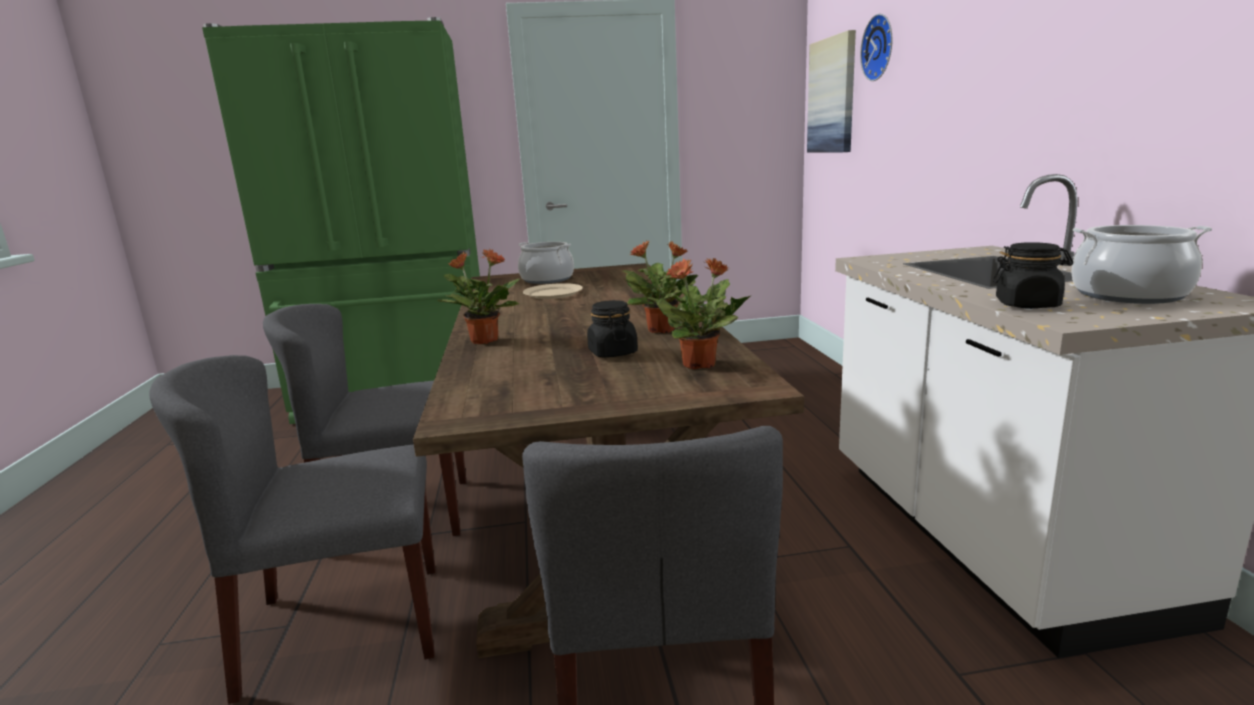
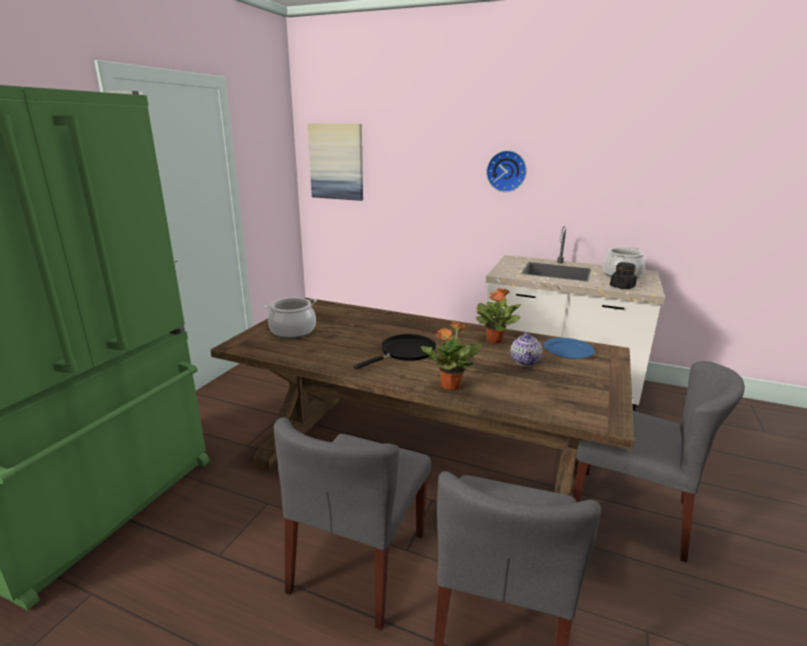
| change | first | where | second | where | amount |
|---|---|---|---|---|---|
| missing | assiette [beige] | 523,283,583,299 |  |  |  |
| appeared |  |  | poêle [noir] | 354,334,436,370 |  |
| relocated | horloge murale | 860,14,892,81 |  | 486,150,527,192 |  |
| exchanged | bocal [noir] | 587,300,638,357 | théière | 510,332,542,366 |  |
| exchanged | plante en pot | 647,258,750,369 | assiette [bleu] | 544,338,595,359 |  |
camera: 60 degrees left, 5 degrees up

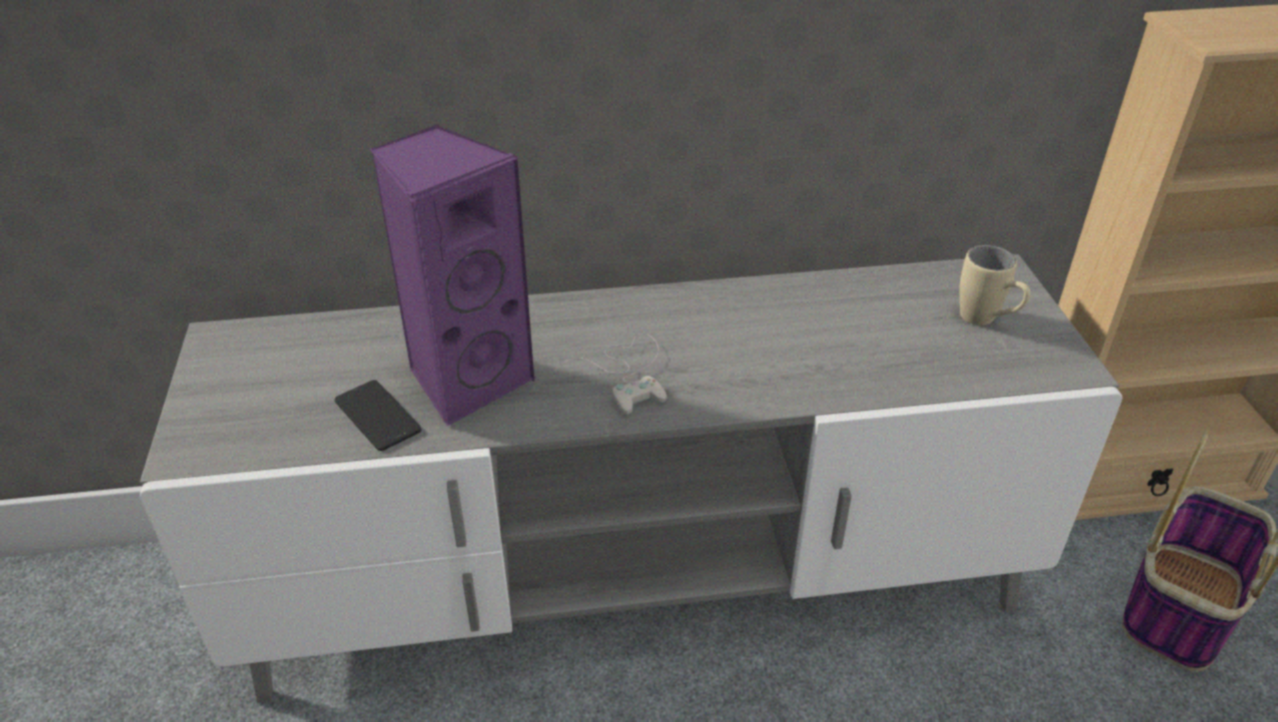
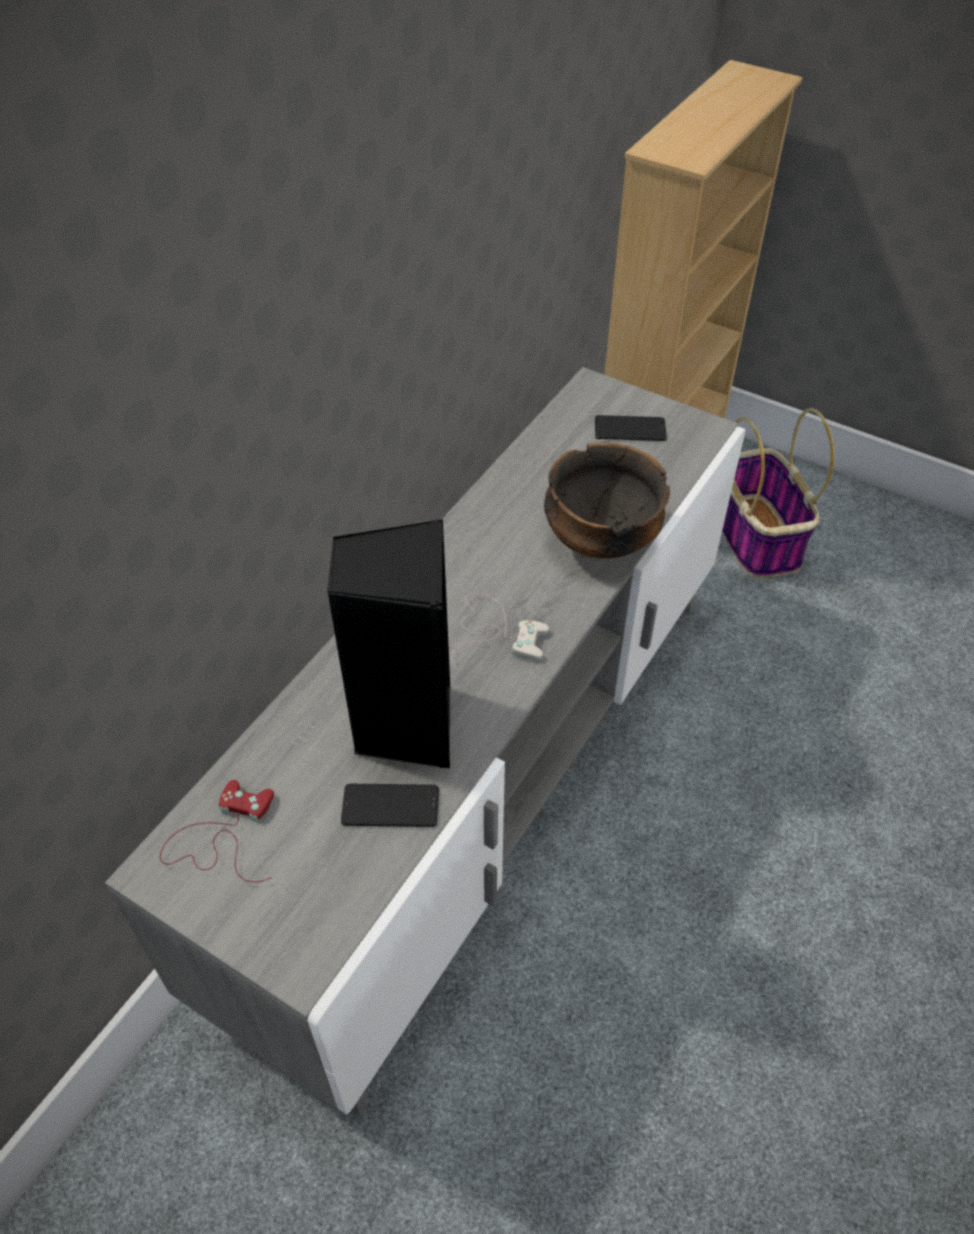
| change | first | where | second | where | amount |
|---|---|---|---|---|---|
| appeared |  |  | manette [rouge] | 160,780,274,882 |  |
| appeared |  |  | bol | 544,443,670,559 |  |
| exchanged | mug [beige] | 960,245,1031,325 | téléphone | 595,415,667,441 |  |
| colour | enceinte [violet] | 370,124,537,426 | enceinte [noir] | 327,520,450,769 |  |
camera: 50 degrees left, 10 degrees up

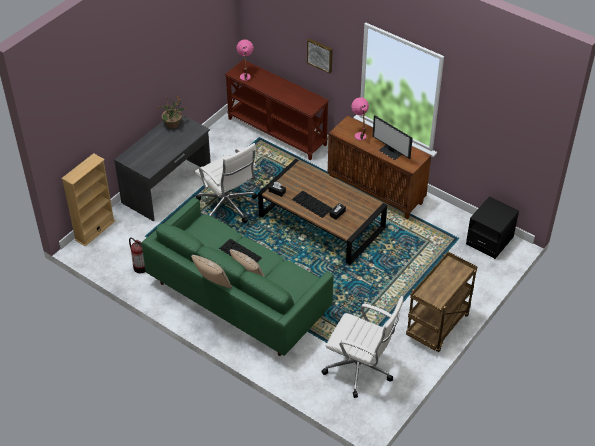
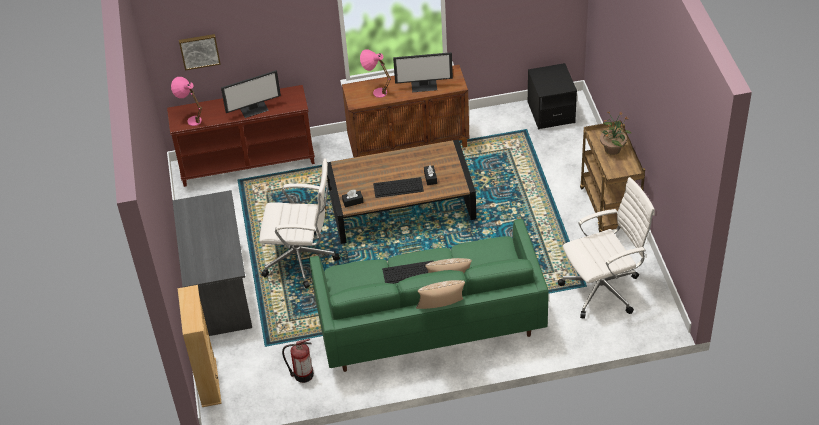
| change | first | where | second | where | amount |
|---|---|---|---|---|---|
| appeared |  |  | écran d'ordinateur | 221,70,281,118 |  |
| relocated | plante en pot | 157,96,187,129 |  | 600,111,631,155 |  |
| relocated | tableau | 307,39,333,73 |  | 179,34,221,70 |  |
camera: 45 degrees left, 0 degrees up

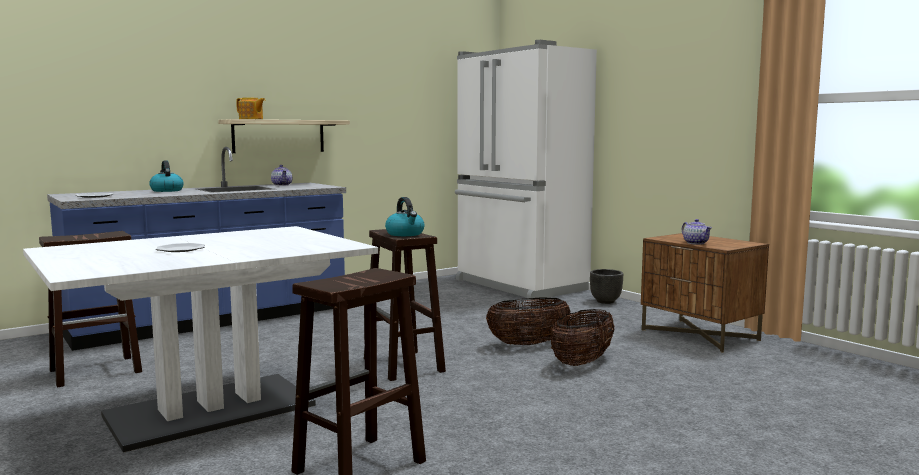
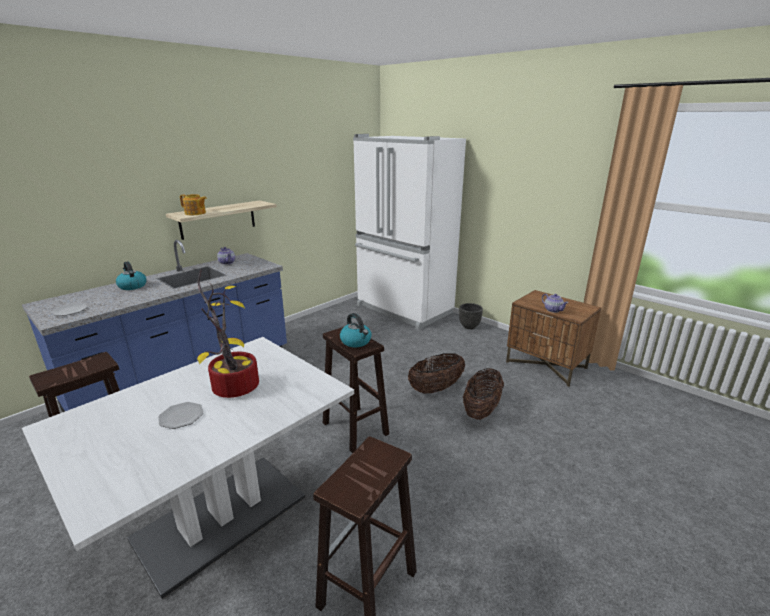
| change | first | where | second | where | amount |
|---|---|---|---|---|---|
| appeared |  |  | plante en pot | 197,269,259,398 |  |
camera: 10 degrees left, 15 degrees up

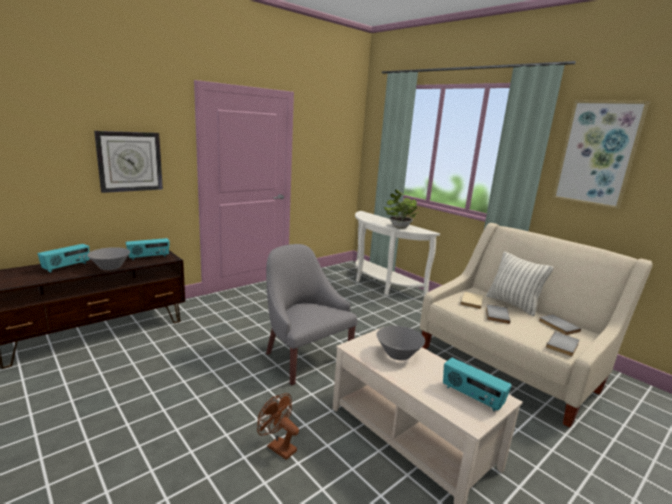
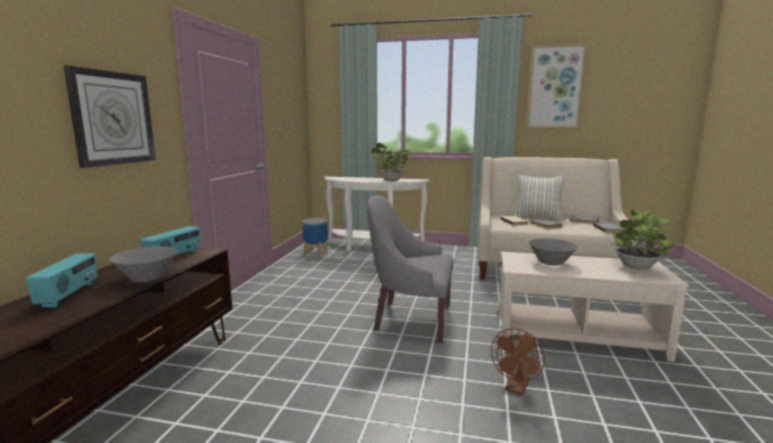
| change | first | where | second | where | amount |
|---|---|---|---|---|---|
| appeared |  |  | cache-pot | 303,218,328,257 |  |
| exchanged | radio | 443,358,512,412 | plante en pot | 611,210,676,270 |  |
| spun | ventilateur [marron] | 257,393,299,460 |  | 491,328,545,395 | 60 degrees counterclockwise |
camera: 35 degrees left, 5 degrees down

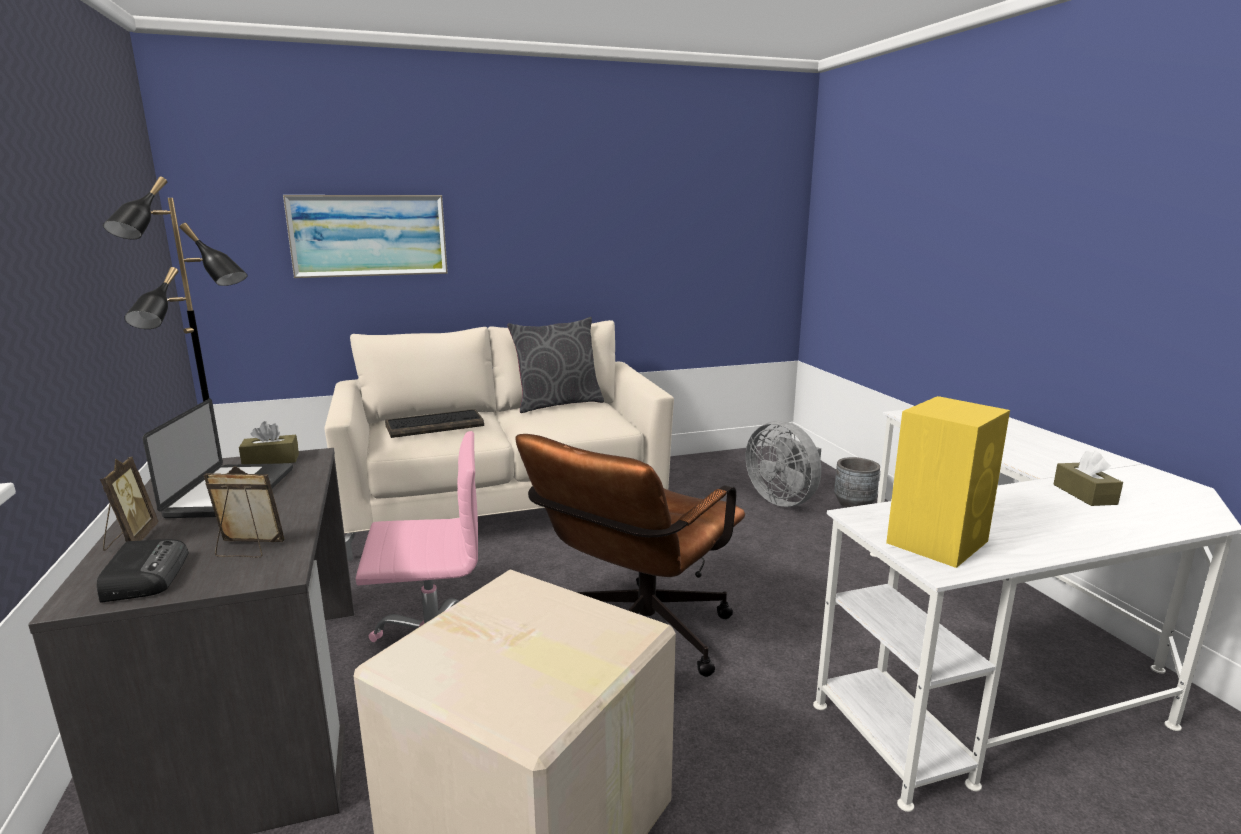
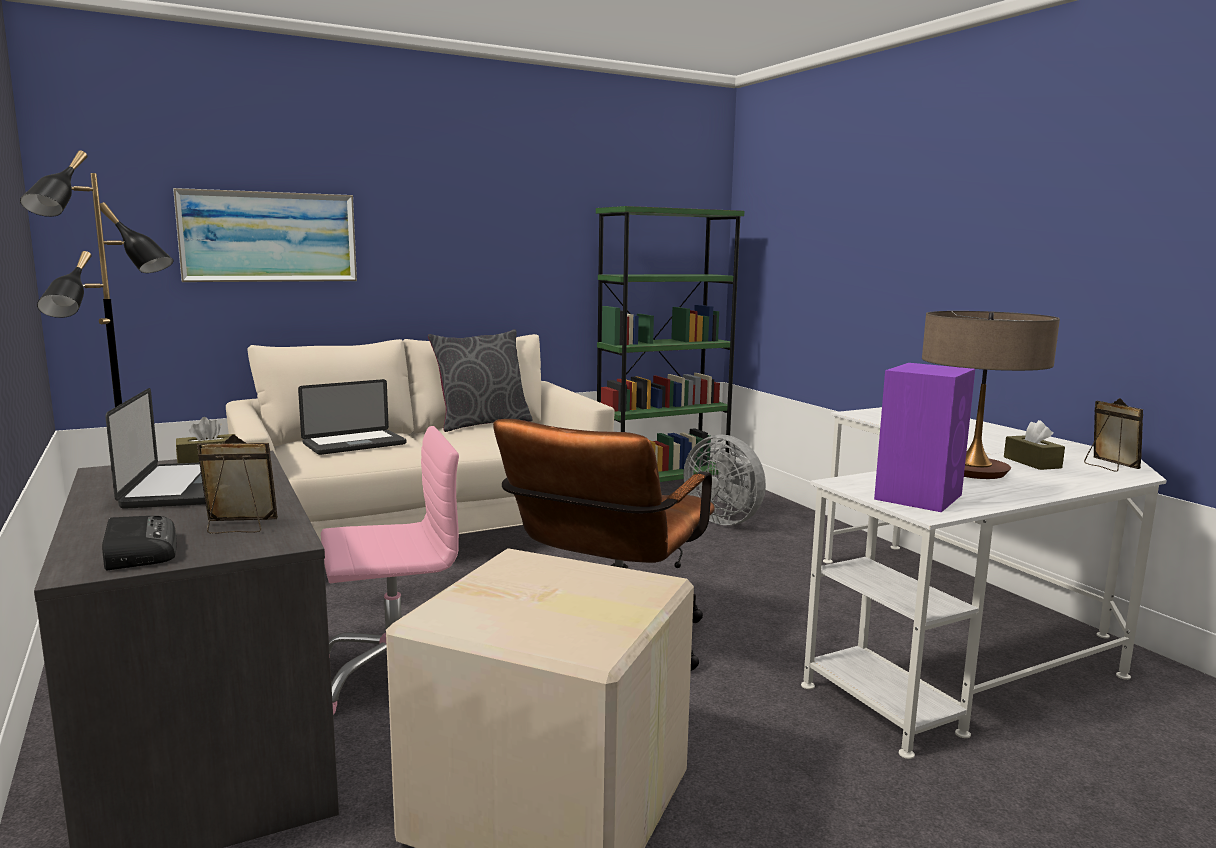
| change | first | where | second | where | amount |
|---|---|---|---|---|---|
| missing | cache-pot [gris] | 834,457,880,508 |  |  |  |
| appeared |  |  | bibliothèque [vert] | 596,206,744,482 |  |
| appeared |  |  | lampe de table | 922,311,1060,479 |  |
| relocated | cadre photo | 100,457,159,551 |  | 1084,398,1143,472 |  |
| exchanged | clavier | 385,409,484,438 | ordinateur portable | 298,379,407,455 |  |
| colour | enceinte [jaune] | 886,396,1010,568 | enceinte [violet] | 874,363,975,512 |  |
camera: 10 degrees left, 5 degrees down

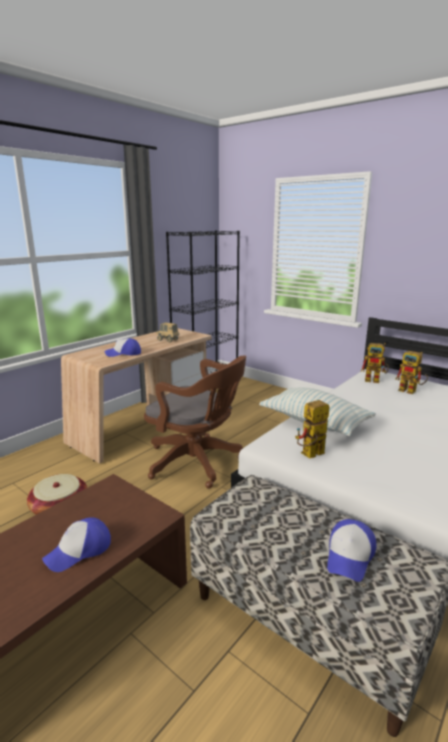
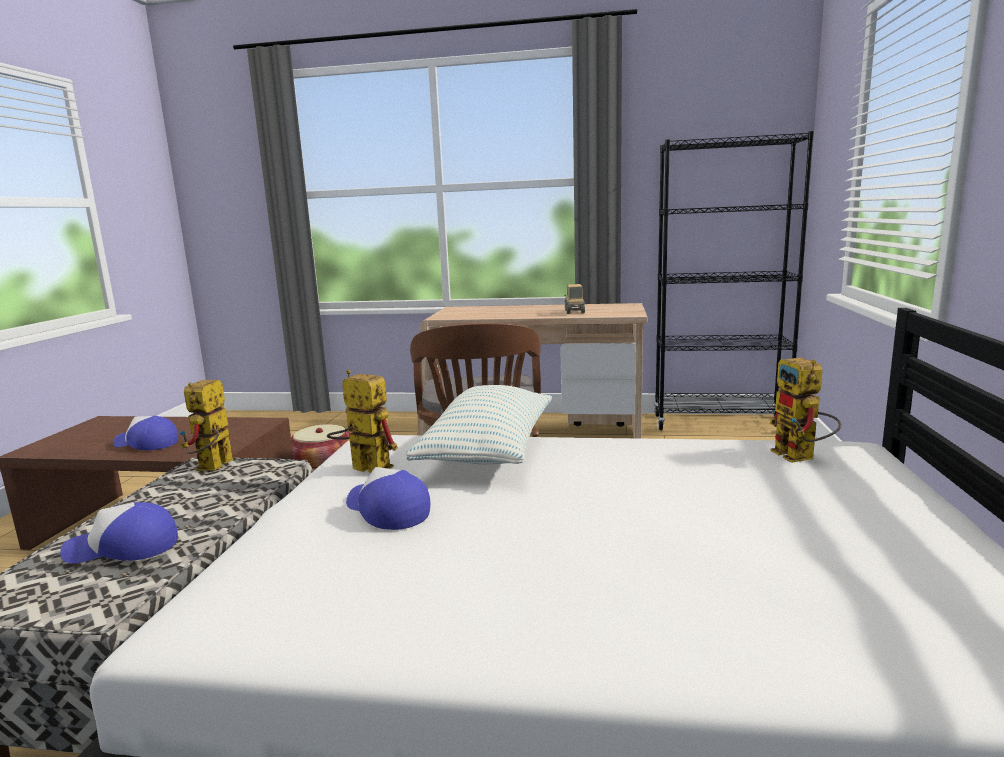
| change | first | where | second | where | amount |
|---|---|---|---|---|---|
| relocated | casquette | 104,338,141,357 |  | 346,467,430,530 |  |
| relocated | robot jouet | 395,351,428,394 |  | 180,380,233,471 |  |
camera: 60 degrees right, 5 degrees down

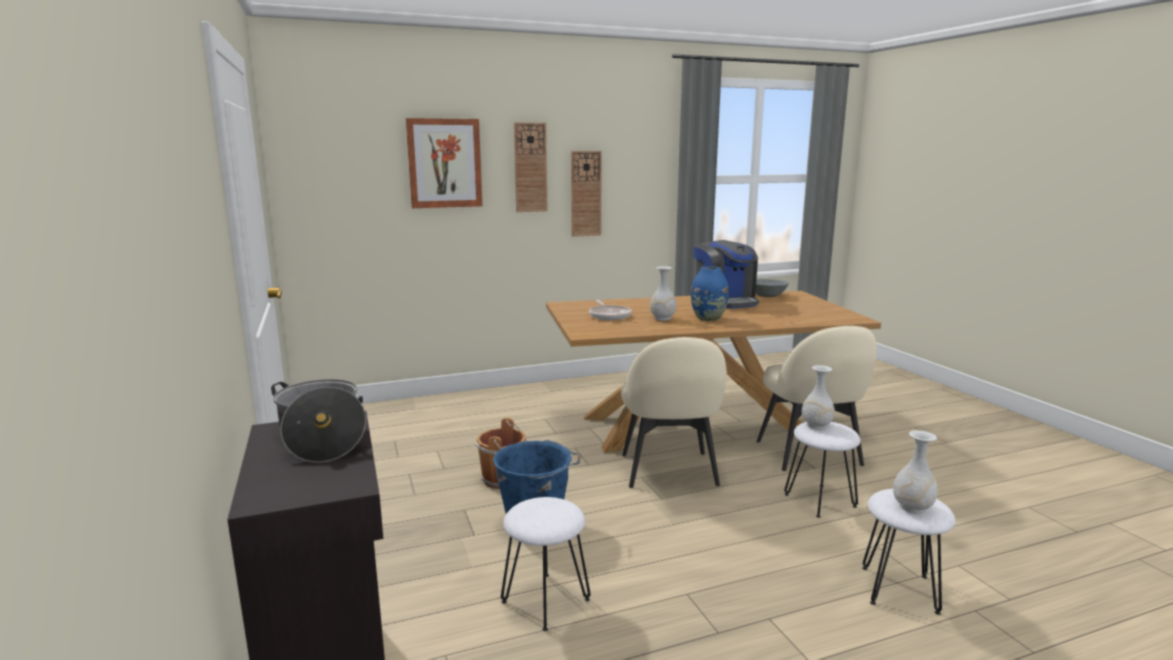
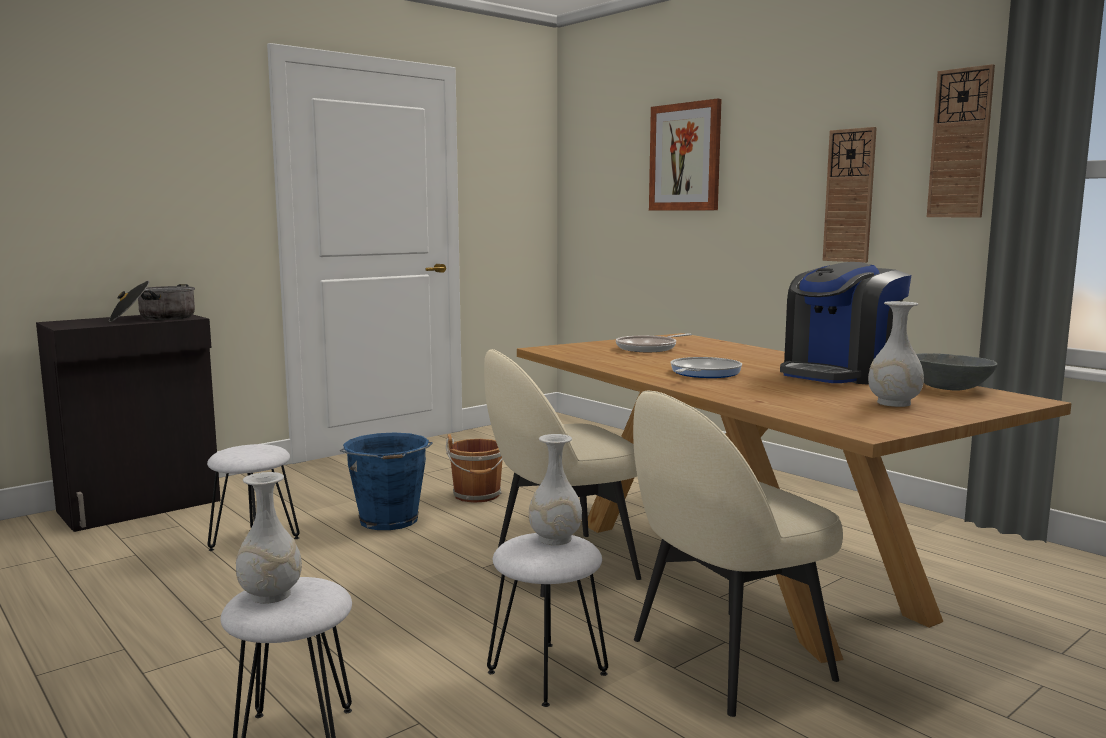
| change | first | where | second | where | amount |
|---|---|---|---|---|---|
| relocated | horloge murale | 514,122,548,212 |  | 927,64,995,217 |  |
| relocated | vase [blanc] | 650,266,676,321 |  | 868,301,924,407 |  |
| exchanged | vase [bleu] | 691,266,728,321 | poêle | 671,357,742,378 |  |
camera: 70 degrees right, 5 degrees down

